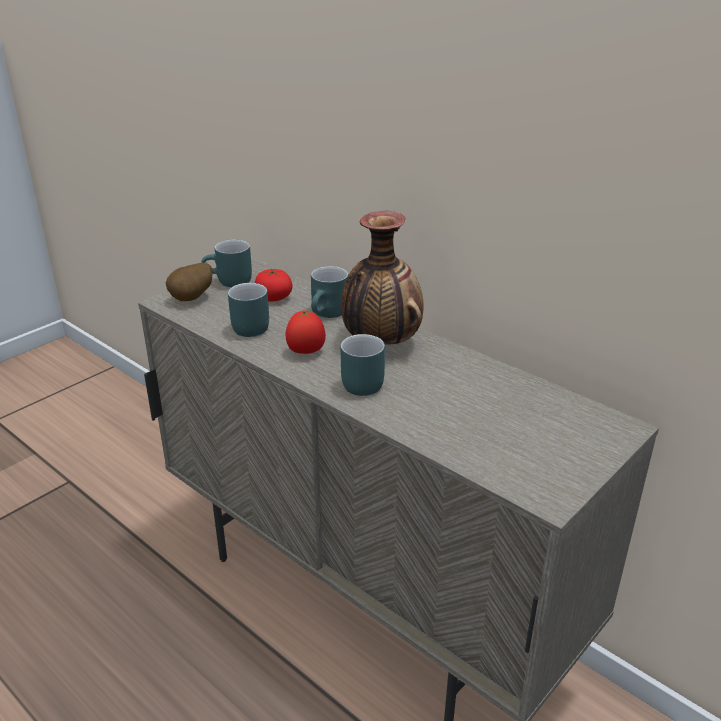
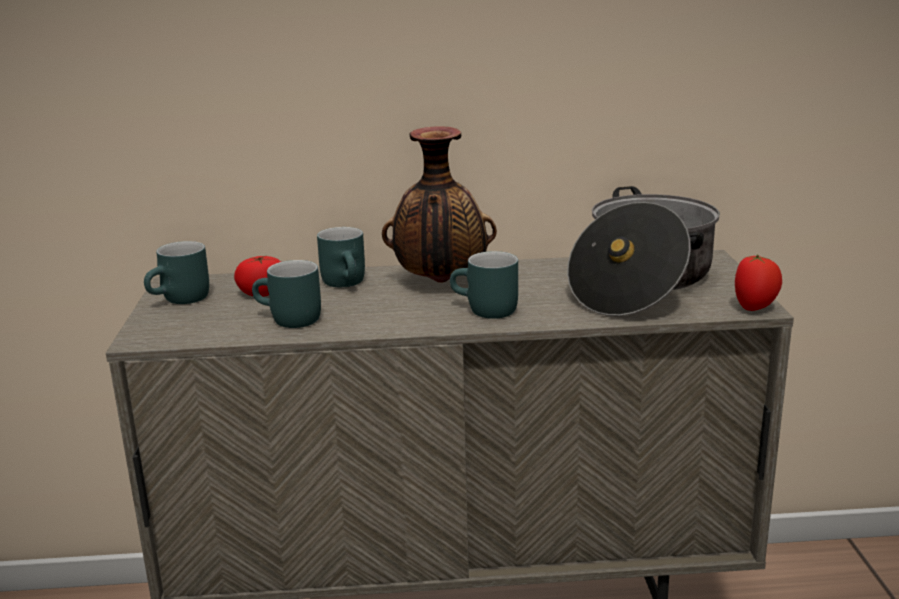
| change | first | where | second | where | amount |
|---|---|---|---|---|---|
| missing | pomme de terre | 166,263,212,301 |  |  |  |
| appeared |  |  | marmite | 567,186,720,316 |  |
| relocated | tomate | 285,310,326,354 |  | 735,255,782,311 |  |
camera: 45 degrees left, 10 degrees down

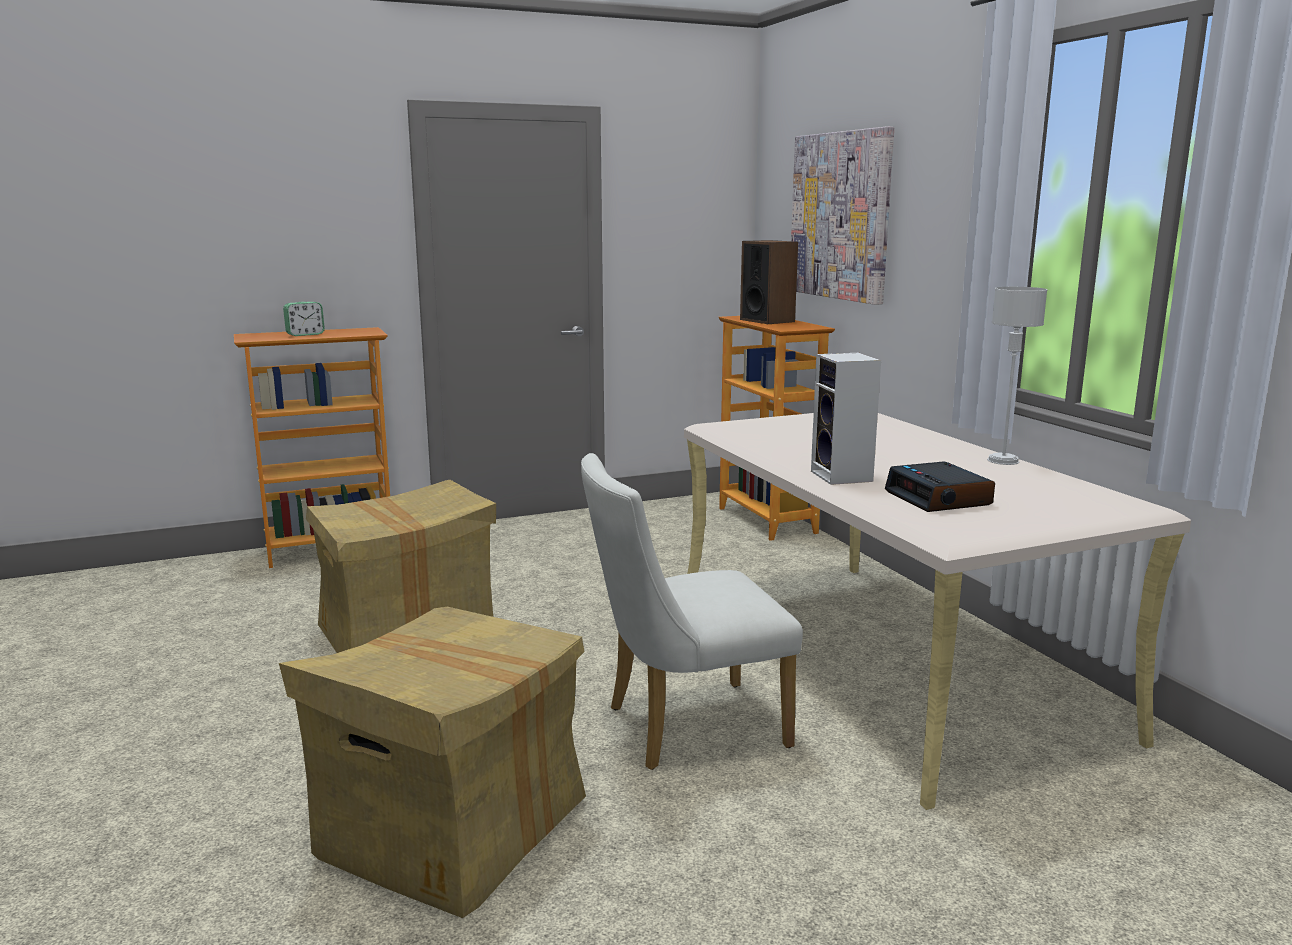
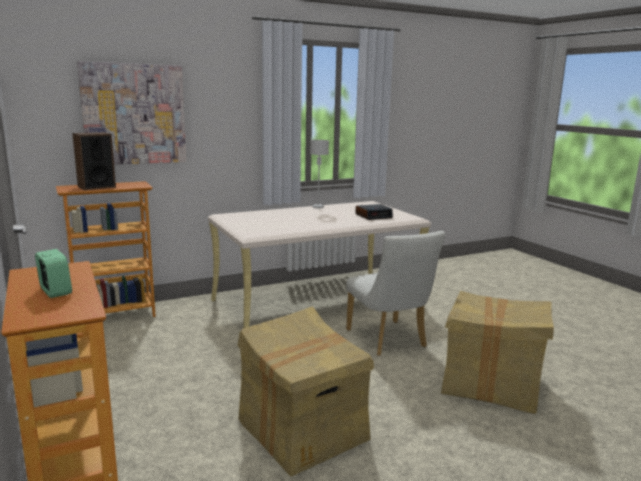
| change | first | where | second | where | amount |
|---|---|---|---|---|---|
| missing | enceinte | 811,353,881,485 |  |  |  |
camera: 95 degrees left, 0 degrees up

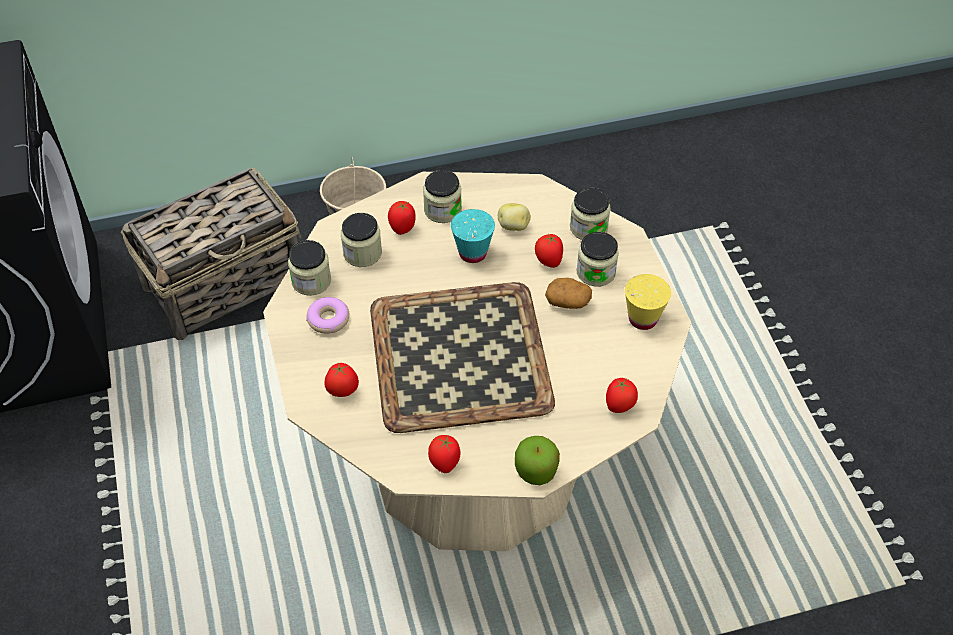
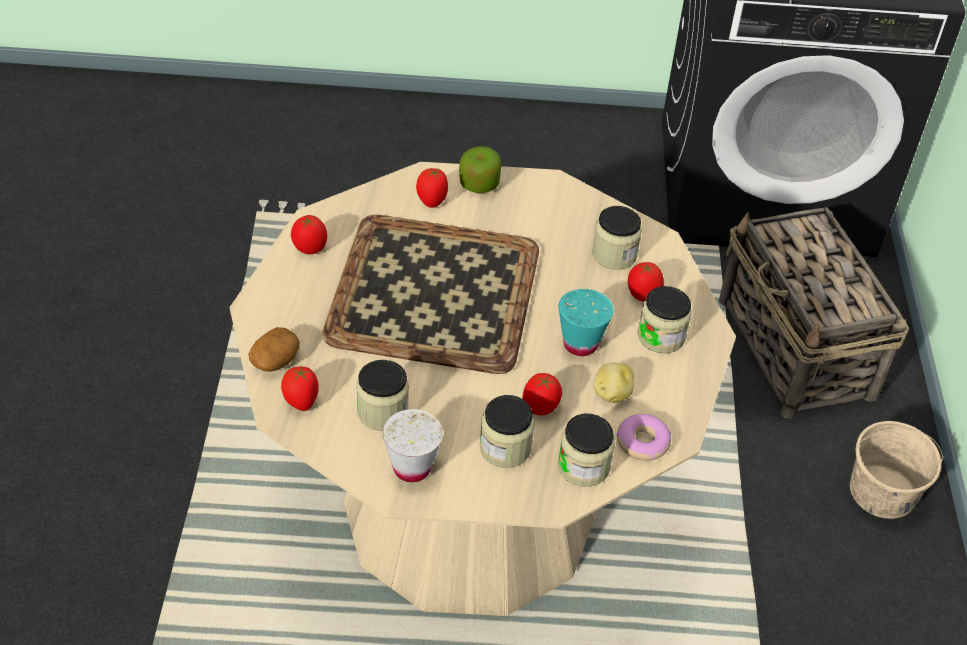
| change | first | where | second | where | amount |
|---|---|---|---|---|---|
| relocated | bocal | 288,240,331,296 |  | 356,360,409,431 |  |
| relocated | beignet | 306,297,349,334 |  | 616,414,671,461 |  |
| relocated | pomme | 515,436,560,485 |  | 459,146,501,193 |  |
| relocated | pomme de terre | 545,278,592,309 |  | 248,327,300,372 |  |
| colour | tasse [jaune] | 625,274,671,330 | tasse [blanc] | 382,409,443,482 |  |
camera: 105 degrees right, 5 degrees down

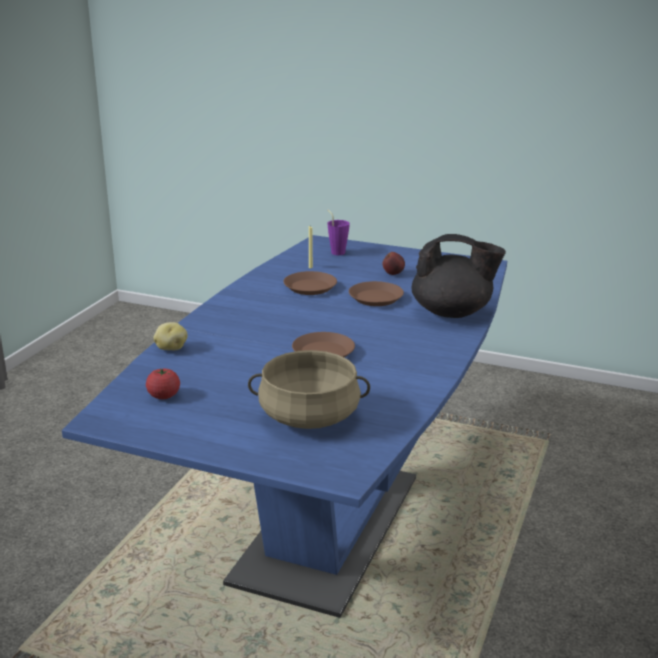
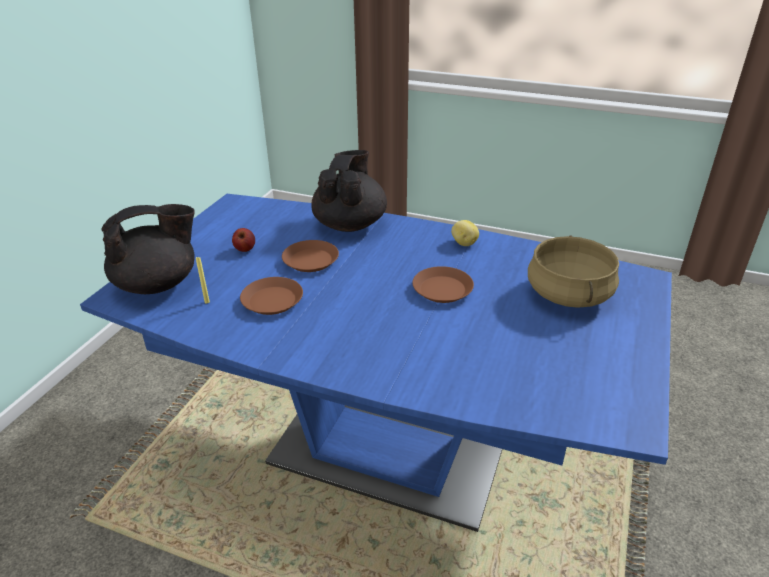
| change | first | where | second | where | amount |
|---|---|---|---|---|---|
| missing | tomate | 146,369,180,399 |  |  |  |
| relocated | pomme de terre | 153,322,188,350 |  | 451,220,479,246 |  |
| exchanged | tasse [violet] | 327,210,350,255 | théière [noir] | 101,204,195,294 |  |
camera: 90 degrees left, 10 degrees up

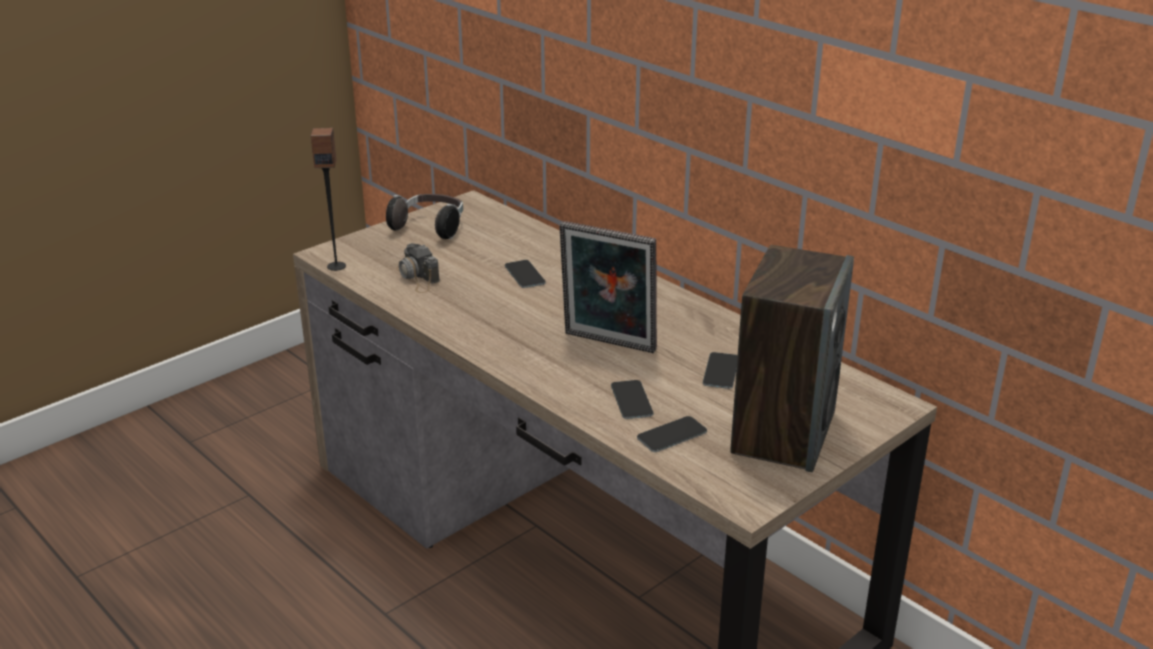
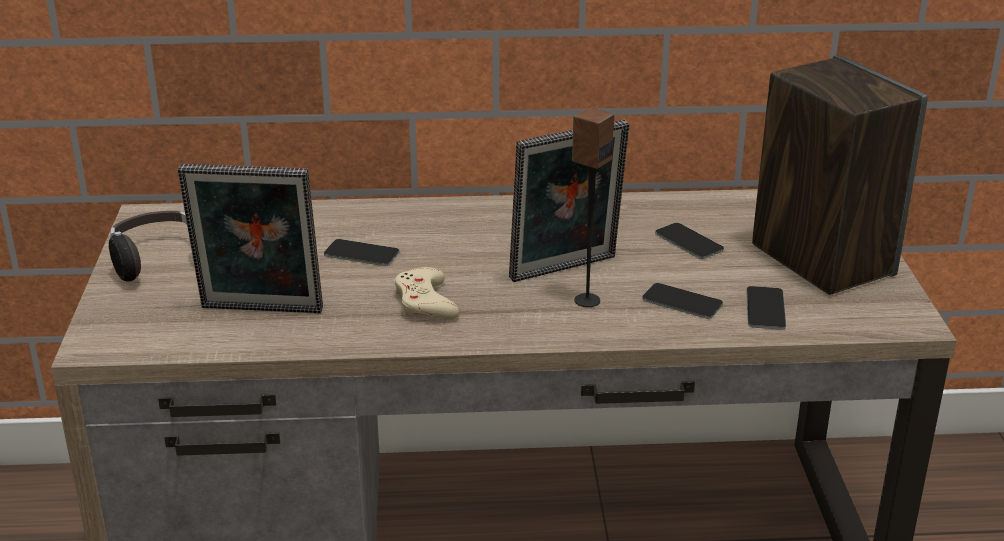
| change | first | where | second | where | amount |
|---|---|---|---|---|---|
| appeared |  |  | manette [beige] | 394,267,460,320 |  |
| relocated | enceinte | 311,128,346,271 |  | 572,108,614,307 |  |
| exchanged | appareil photo | 396,243,440,293 | cadre photo | 178,164,323,313 |  |
camera: 50 degrees left, 0 degrees up

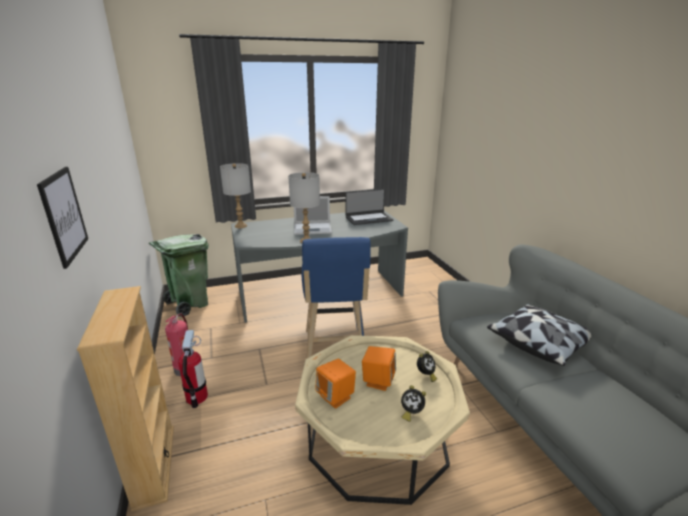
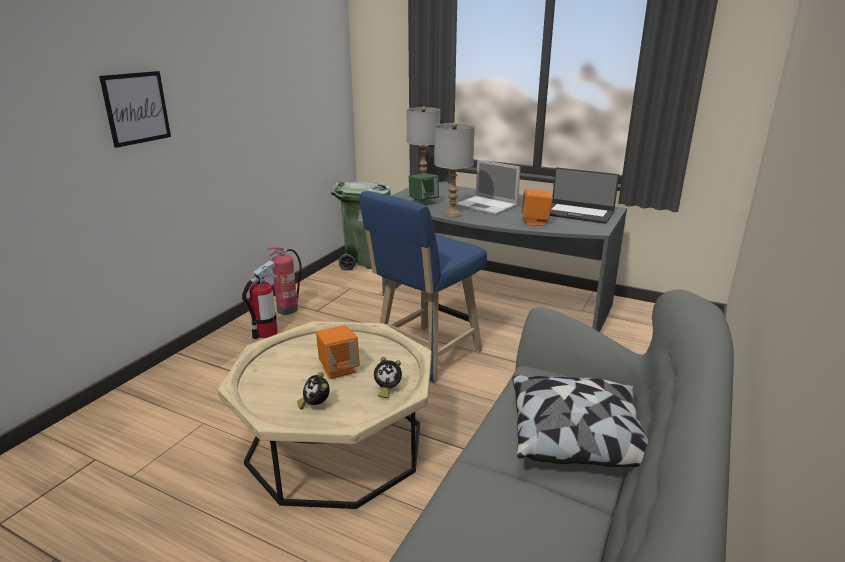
| change | first | where | second | where | amount |
|---|---|---|---|---|---|
| missing | bibliothèque [beige] | 77,286,174,512 |  |  |  |
| appeared |  |  | enceinte [vert] | 409,173,439,205 |  |
| relocated | enceinte [orange] | 315,359,356,409 |  | 521,189,553,225 |  |
camera: 45 degrees right, 0 degrees up

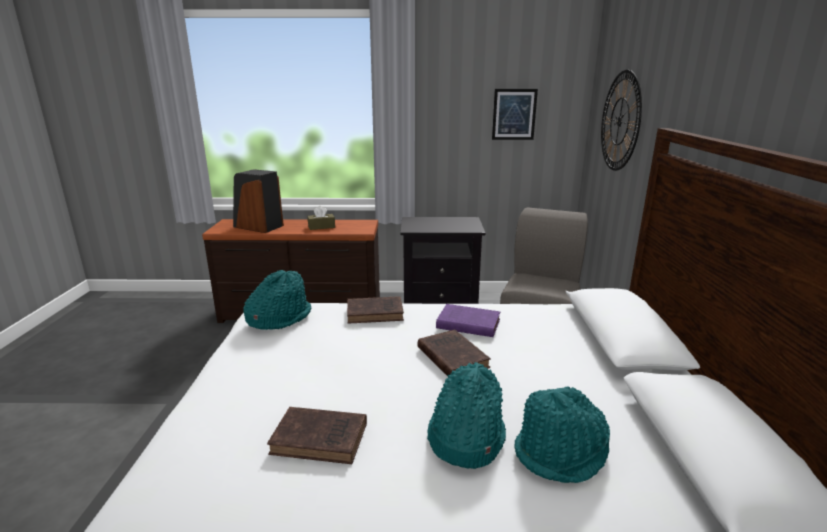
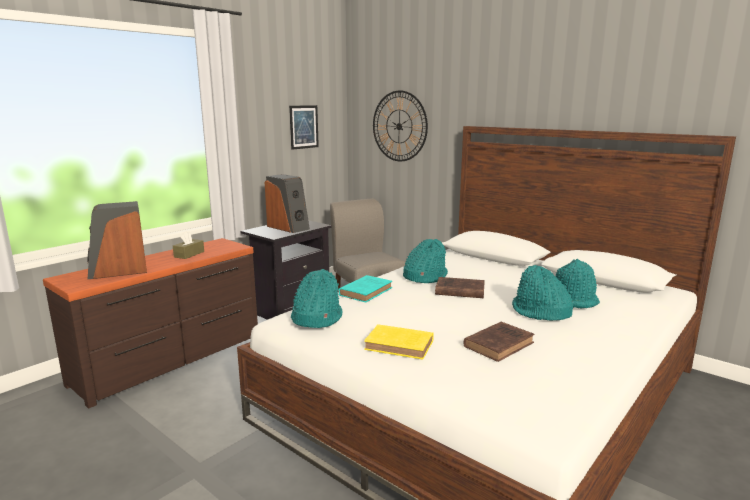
| change | first | where | second | where | amount |
|---|---|---|---|---|---|
| appeared |  |  | enceinte | 265,174,310,233 |  |
| appeared |  |  | livre [jaune] | 364,324,434,360 |  |
| exchanged | livre [violet] | 436,304,500,337 | chapeau [turquoise] | 403,239,448,283 |  |
| colour | livre [marron] | 347,296,404,324 | livre [turquoise] | 338,275,392,302 |  |
camera: 50 degrees left, 5 degrees down

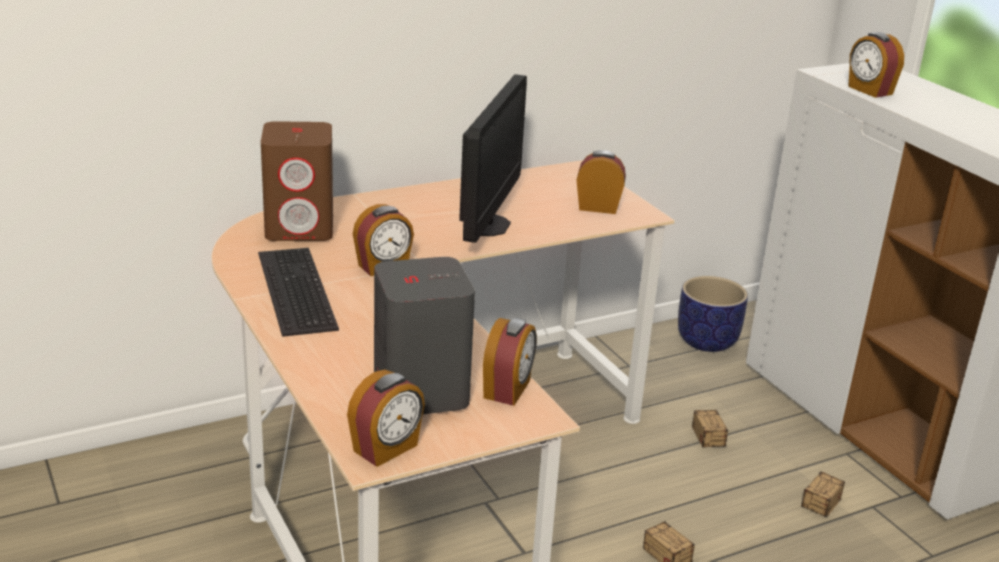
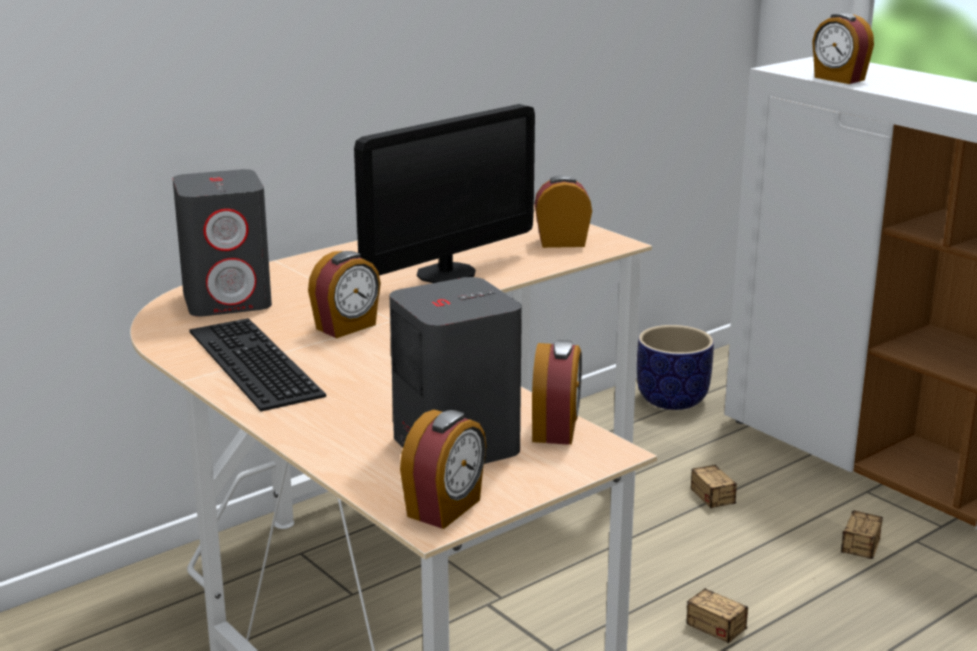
| change | first | where | second | where | amount |
|---|---|---|---|---|---|
| colour | enceinte [marron] | 261,121,333,241 | enceinte [gris] | 173,169,272,317 |  |
| spun | écran d'ordinateur | 459,74,527,243 |  | 354,104,535,283 | 45 degrees clockwise |
camera: 10 degrees left, 5 degrees down

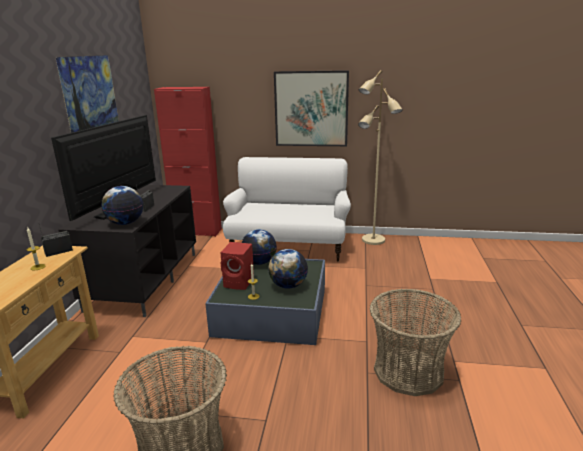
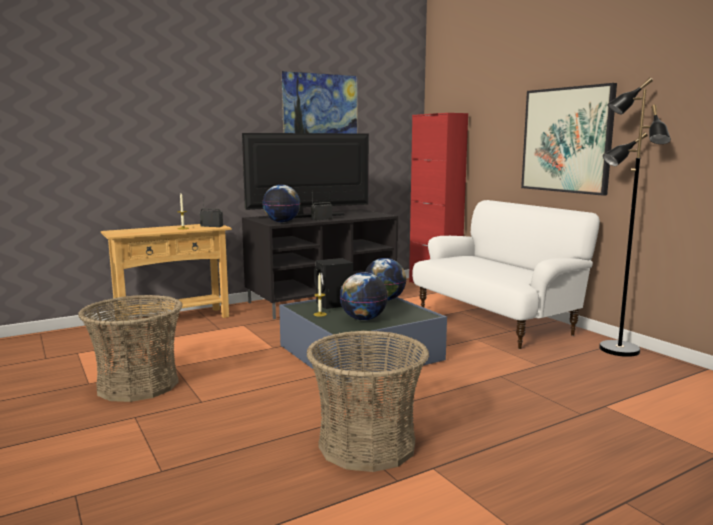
| change | first | where | second | where | amount |
|---|---|---|---|---|---|
| colour | enceinte [rouge] | 220,242,254,290 | enceinte [noir] | 314,258,353,309 |  |
| colour | lampadaire [beige] | 358,70,403,245 | lampadaire [noir] | 599,78,671,357 |  |
camera: 50 degrees right, 10 degrees down

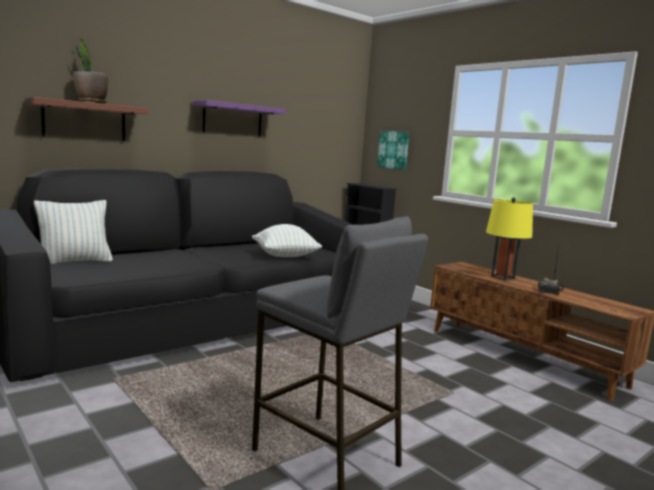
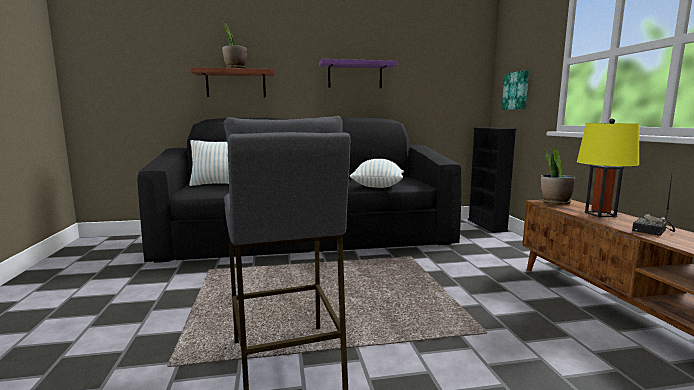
| change | first | where | second | where | amount |
|---|---|---|---|---|---|
| appeared |  |  | plante en pot | 541,147,575,205 |  |
camera: 30 degrees right, 0 degrees up

